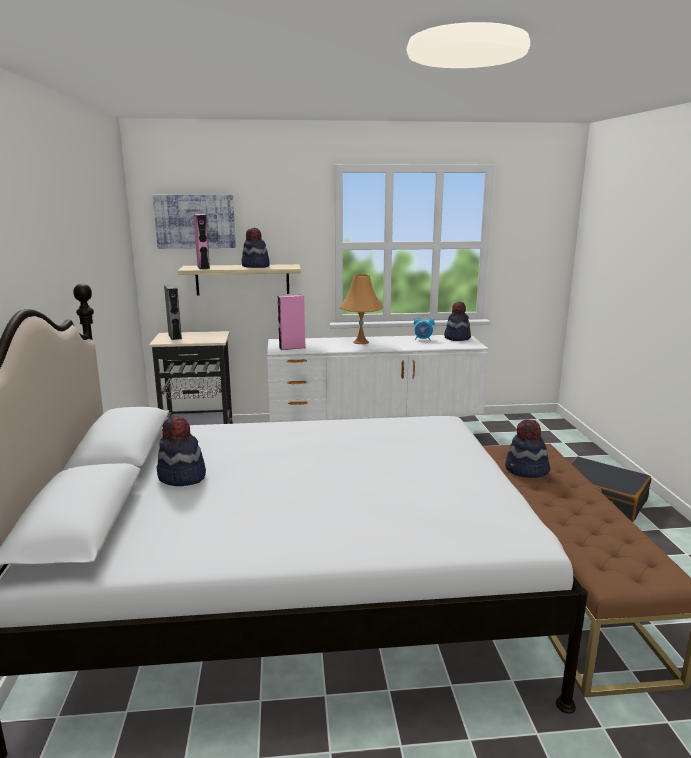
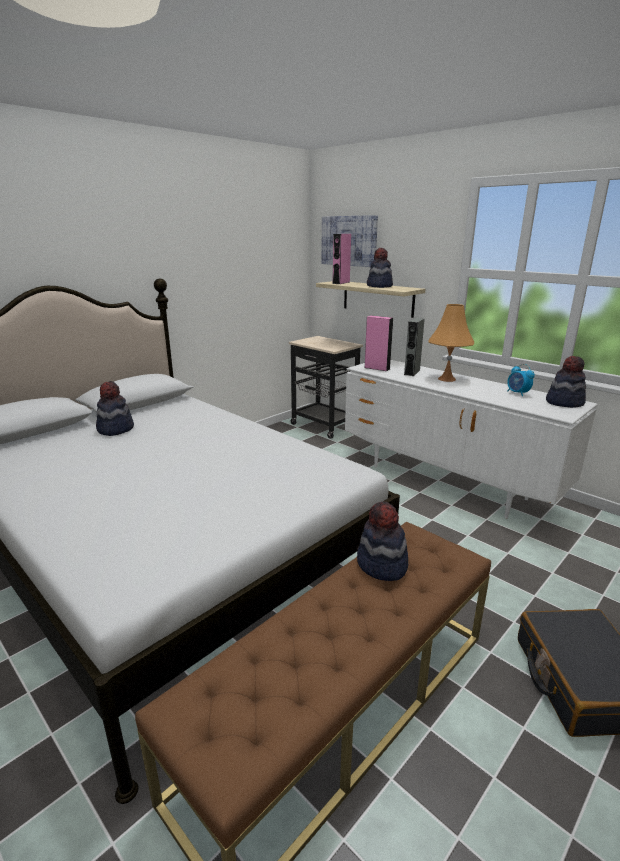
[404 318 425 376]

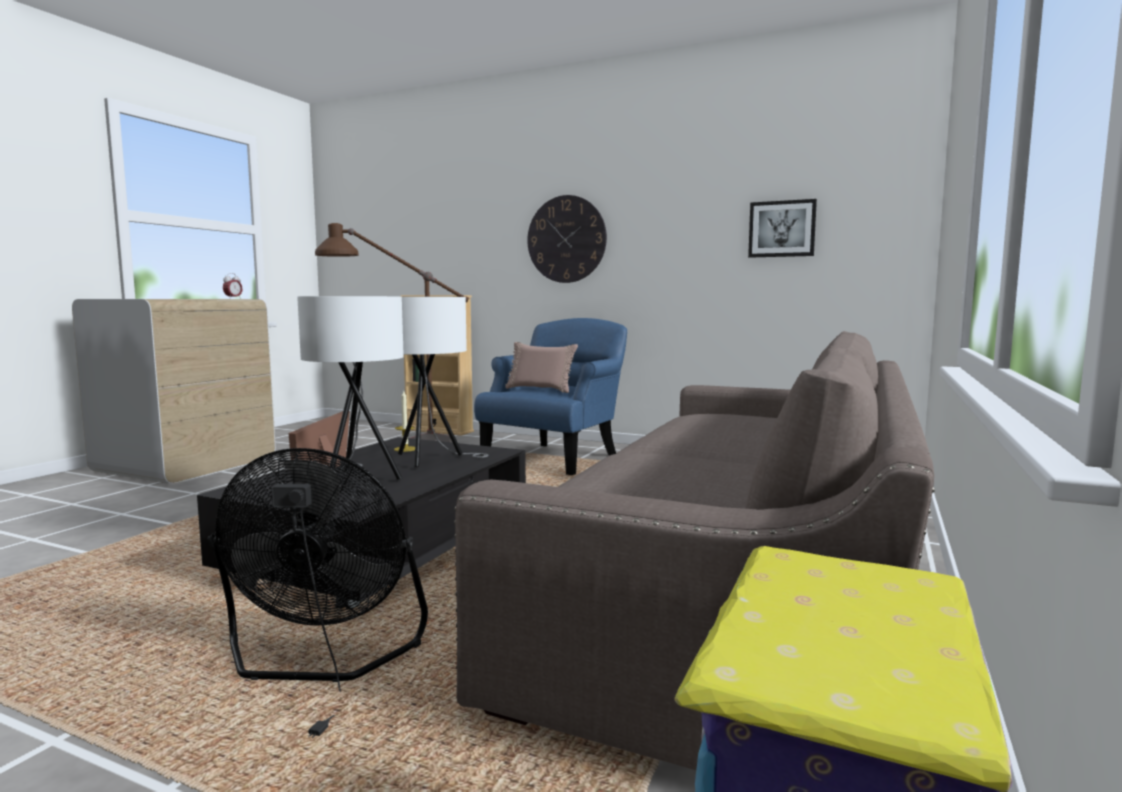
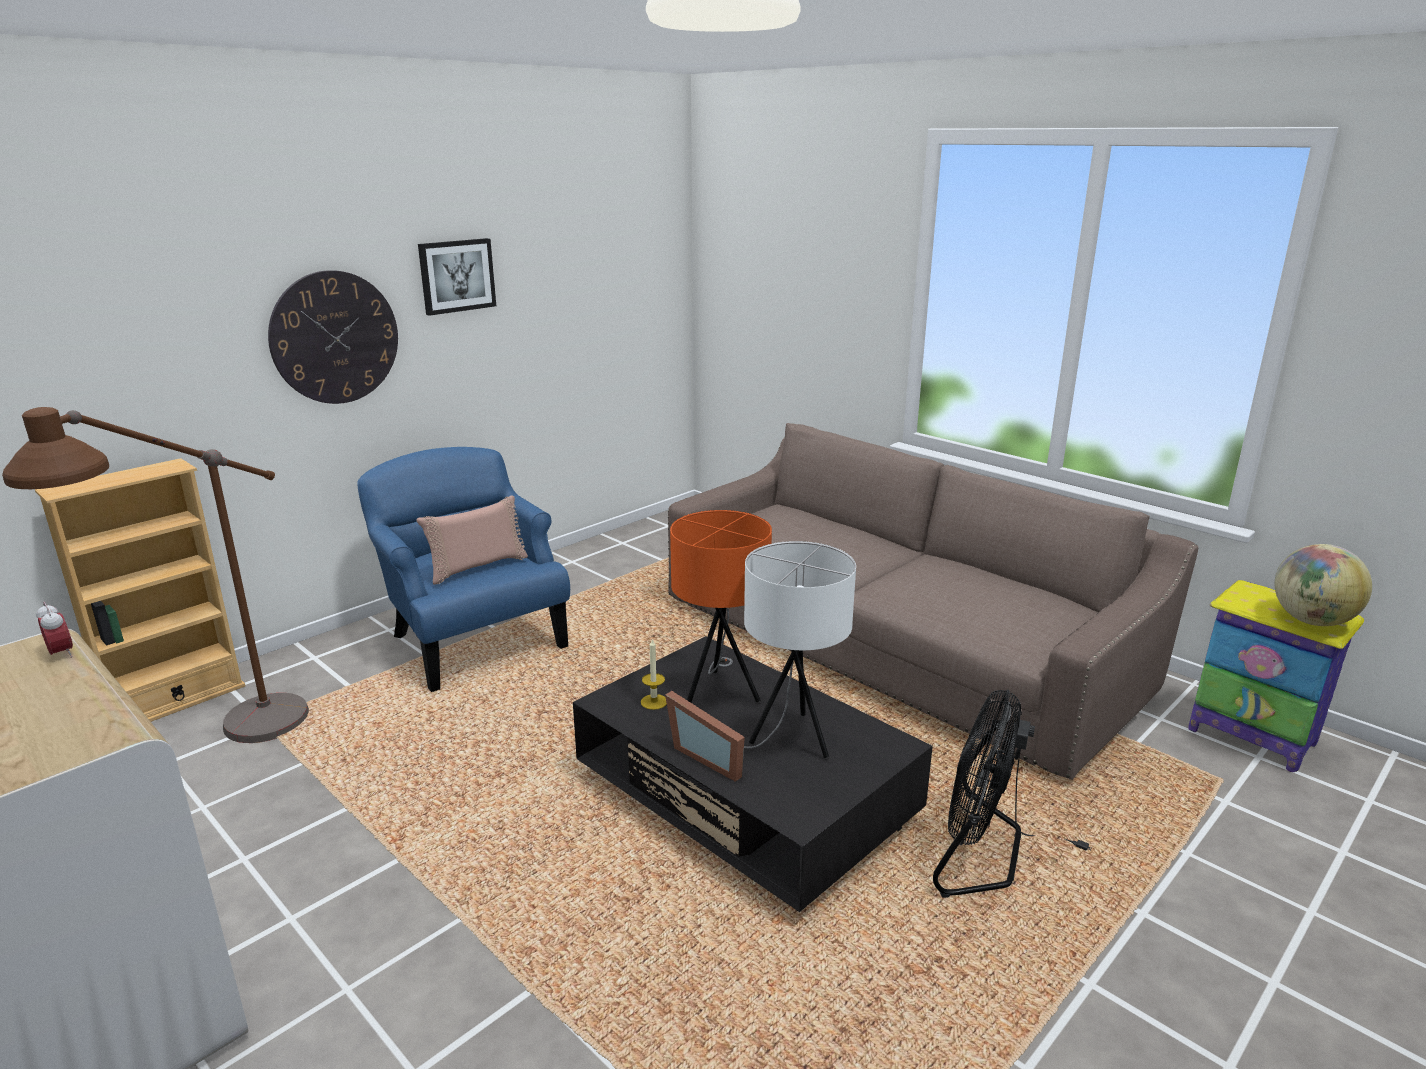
[1275 544 1372 626]
[418 238 496 316]
[670 510 772 703]

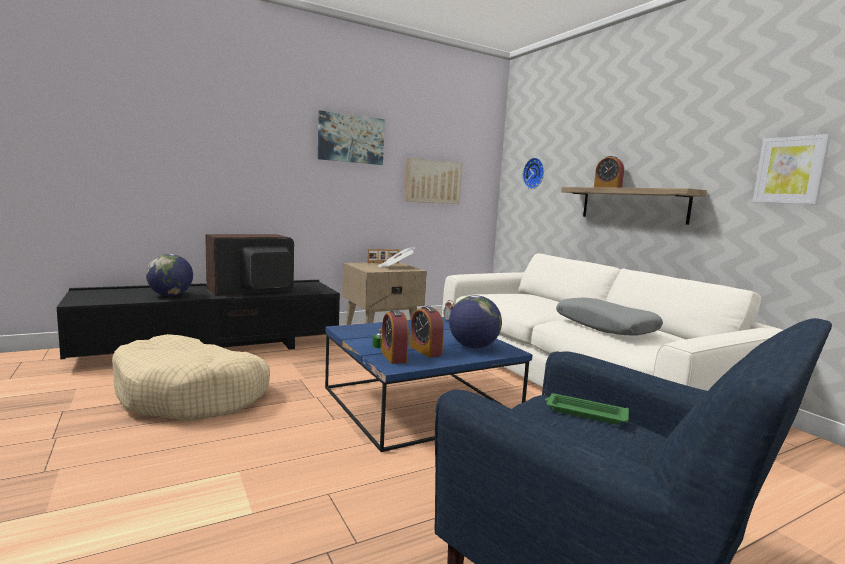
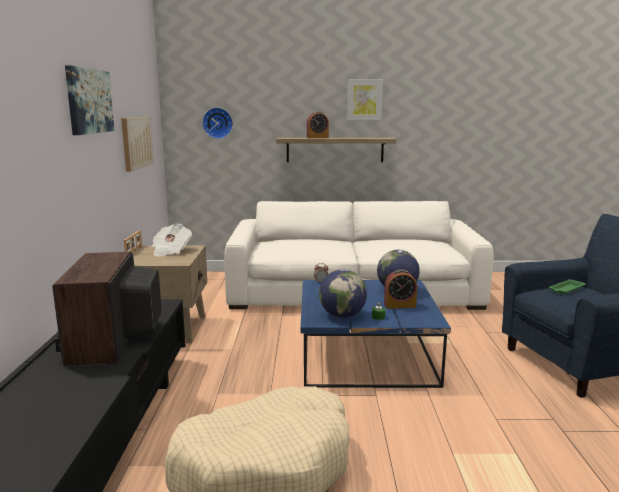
[381 310 409 364] (first image)
[556 297 663 336] (first image)
[319 270 367 318]
[347 80 383 121]

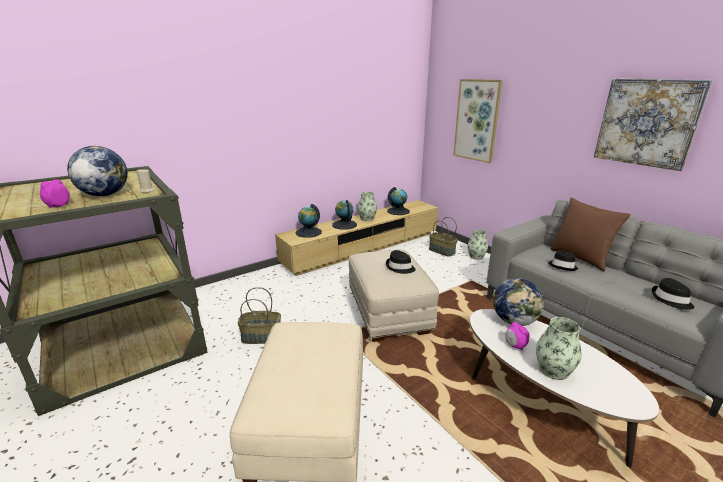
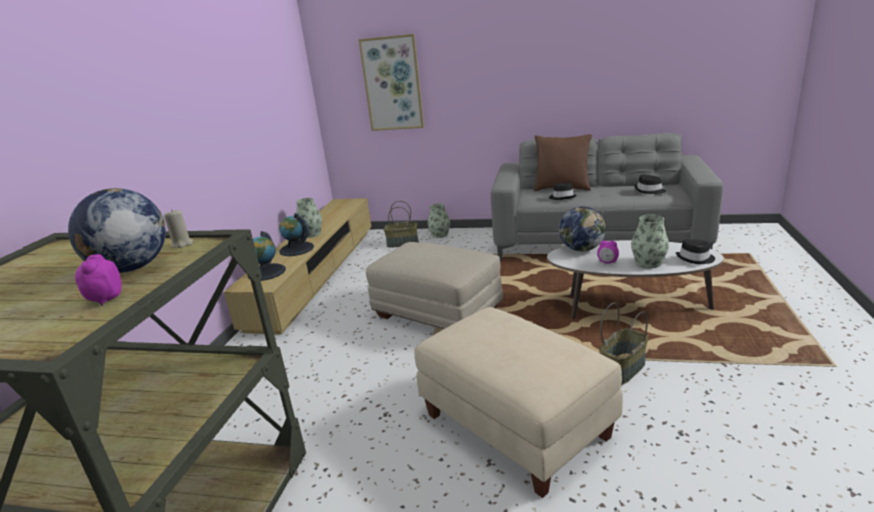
[387 187 410 215] (first image)
[594 79 712 171] (first image)
[599 303 648 385]
[676 239 715 264]

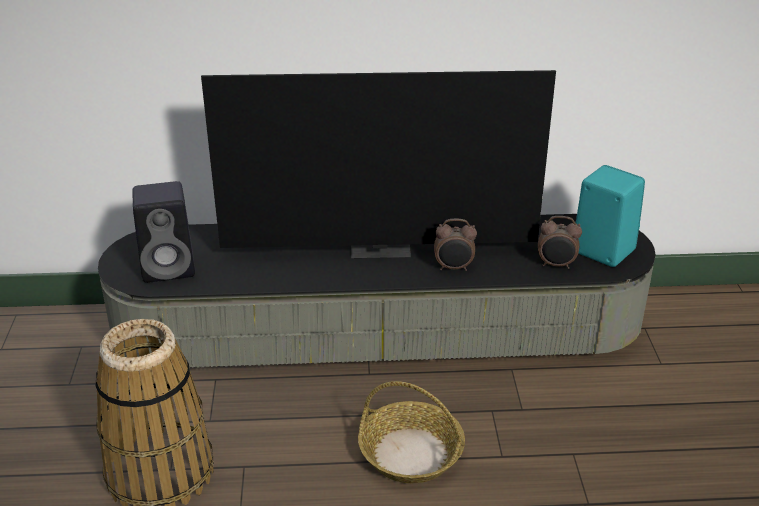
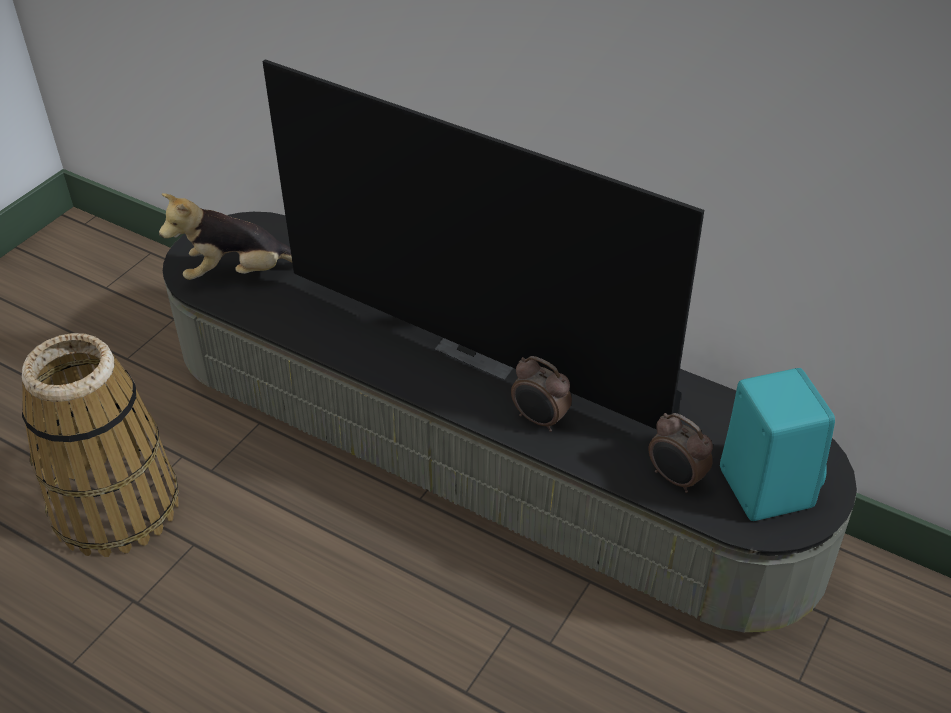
[358 381 465 483] (first image)
[159 193 292 280]

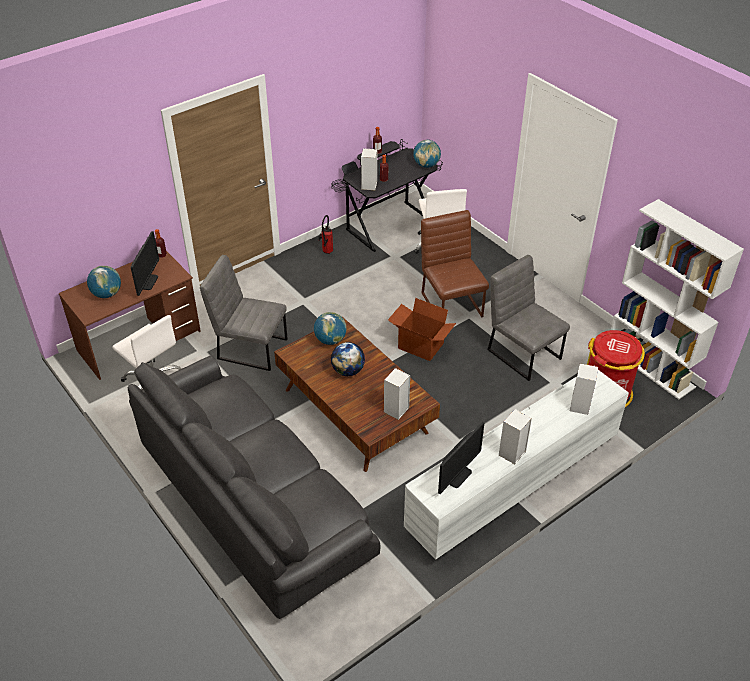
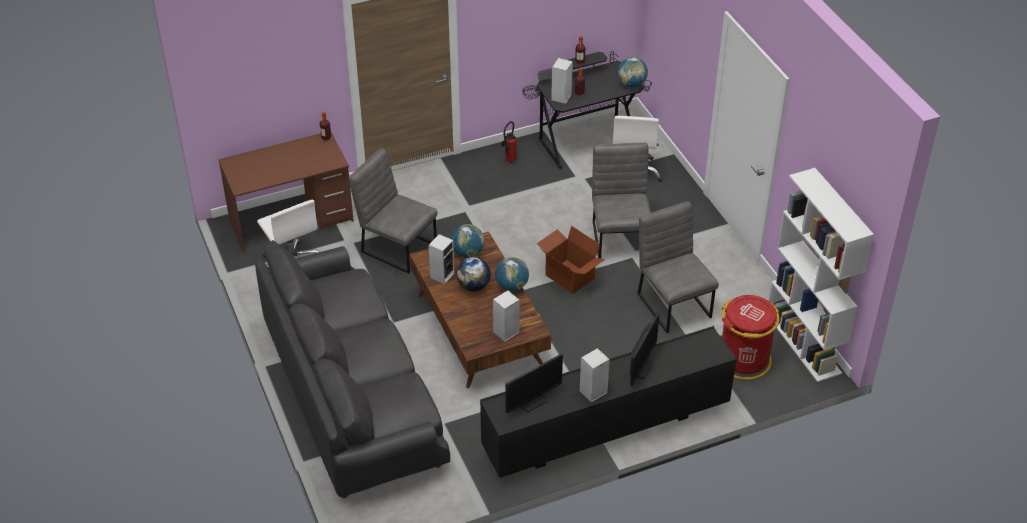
[495 257 529 291]
[629 313 660 386]
[429 234 455 284]
[480 326 736 478]
[592 143 651 259]

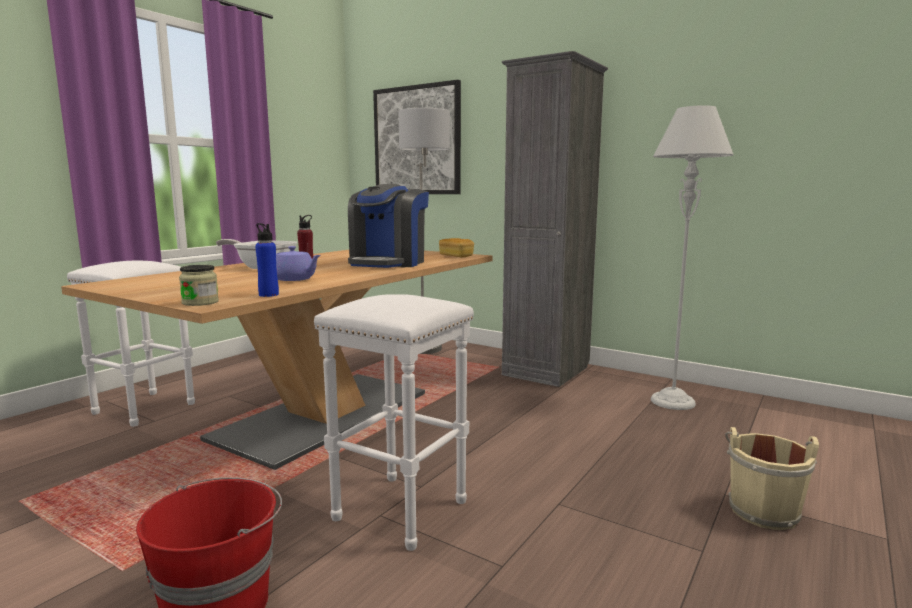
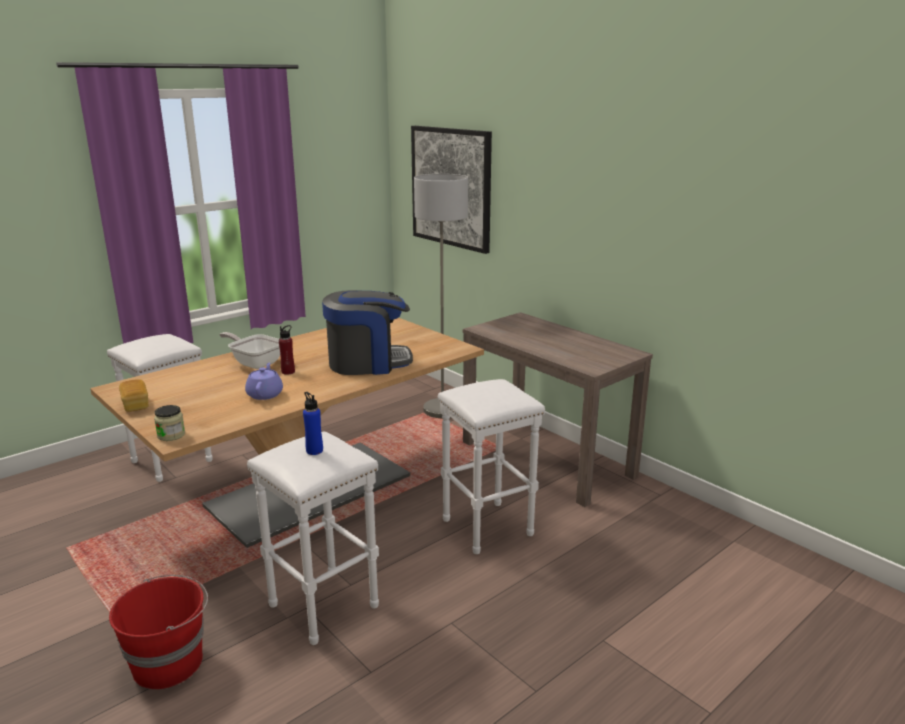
[651 105 734 410] (first image)
[725 427 819 530] (first image)
[438 379 545 554]
[303 392 323 455]
[119 379 148 412]
[463 312 653 507]
[245 362 283 400]
[322 290 413 375]

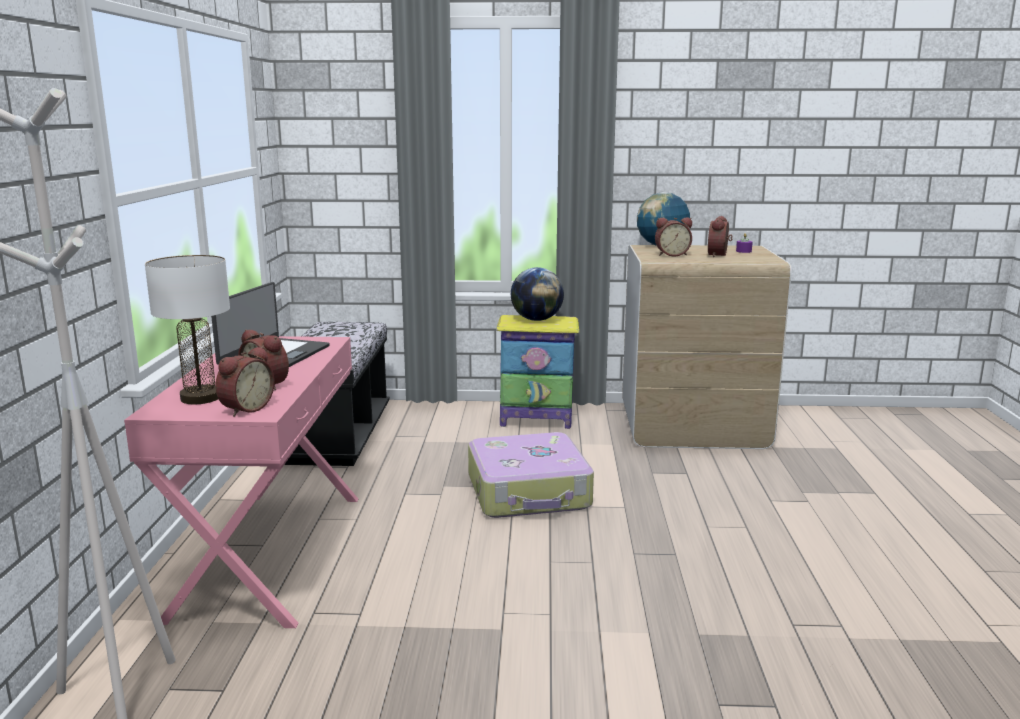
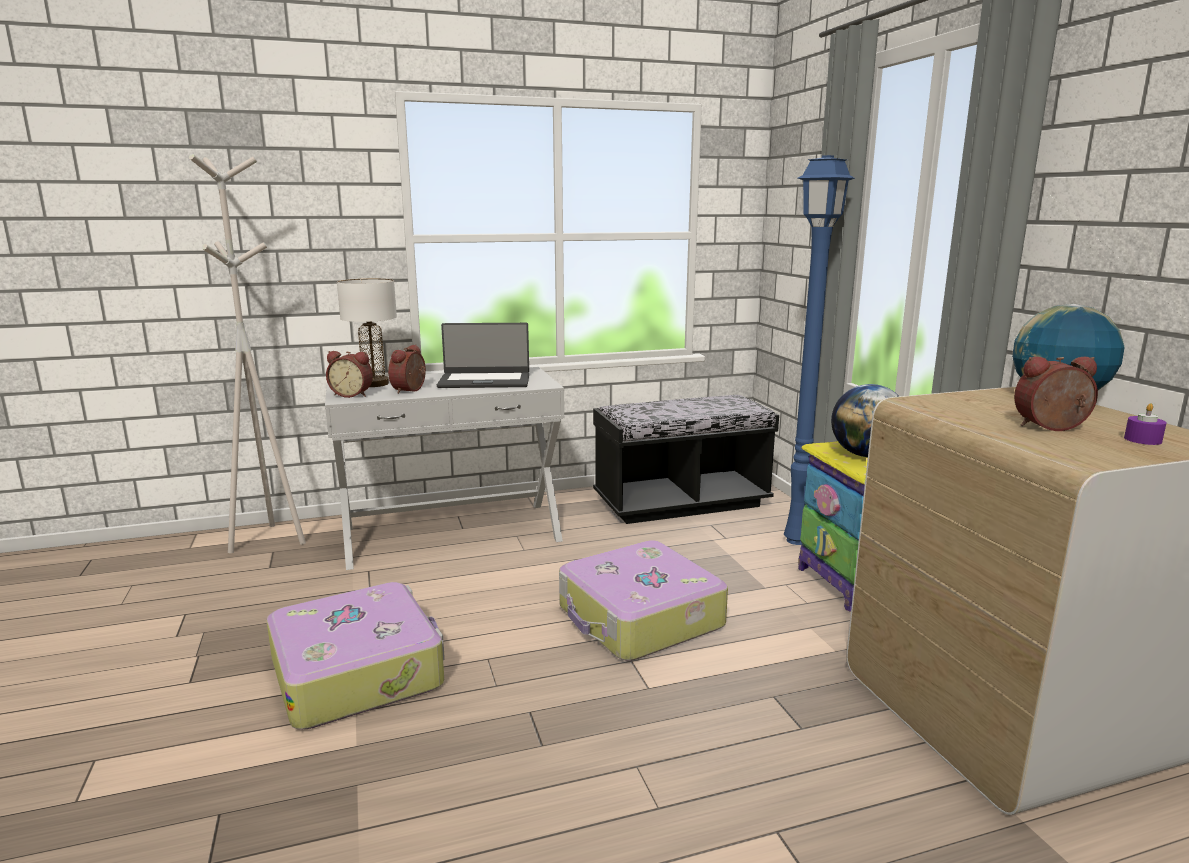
[655 217 692 256] (first image)
[266 582 445 729]
[784 155 855 545]
[325 367 564 570]

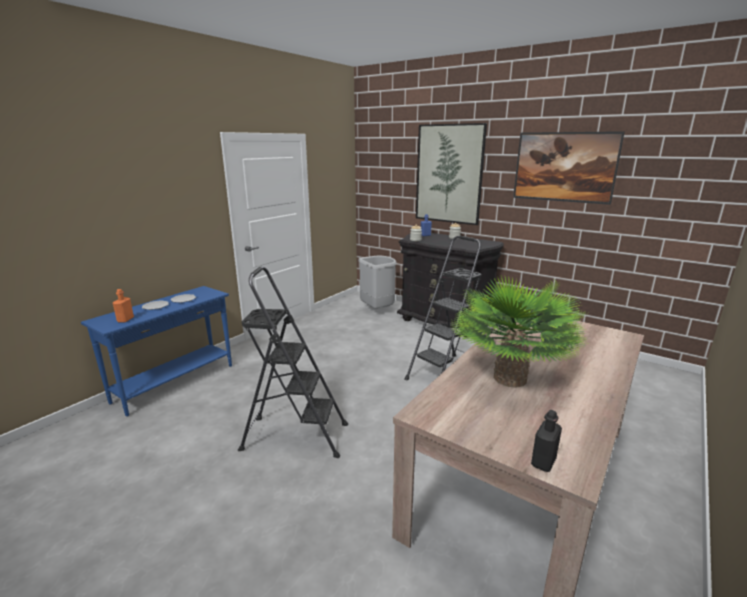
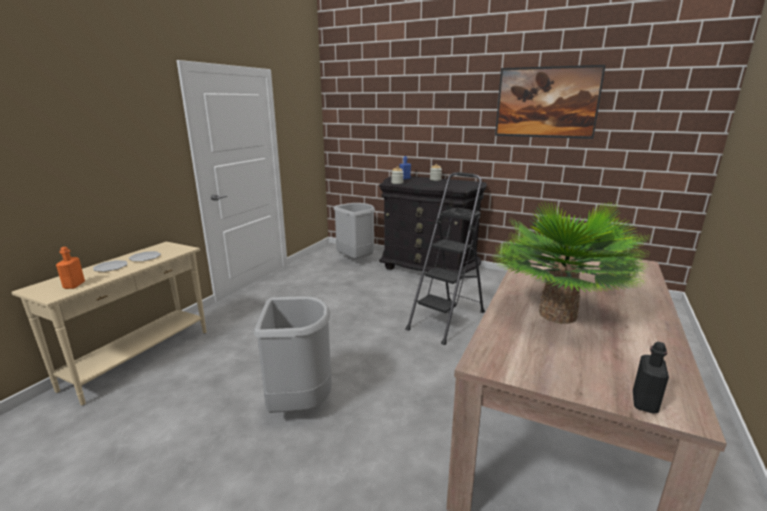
[416 123 487 225] (first image)
[254 296 332 413]
[11 242 206 406]

